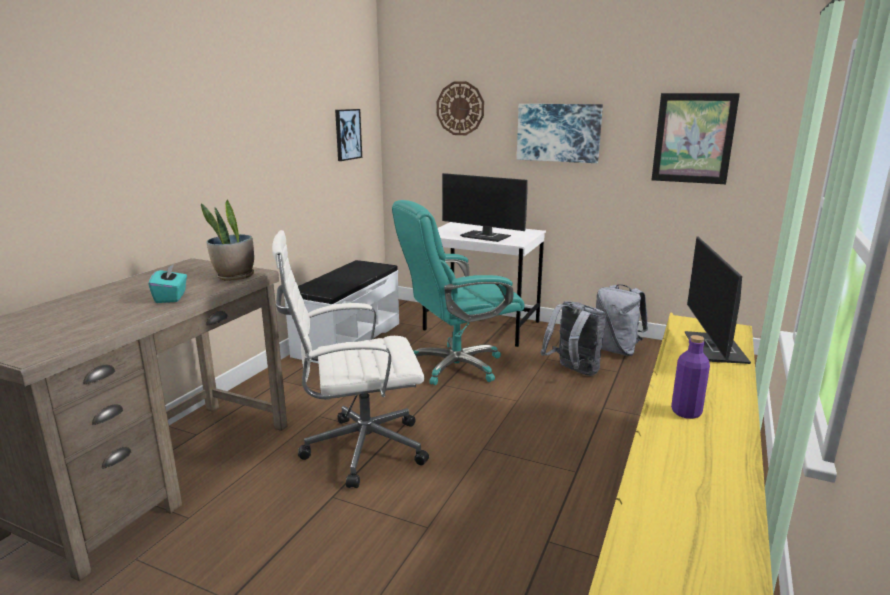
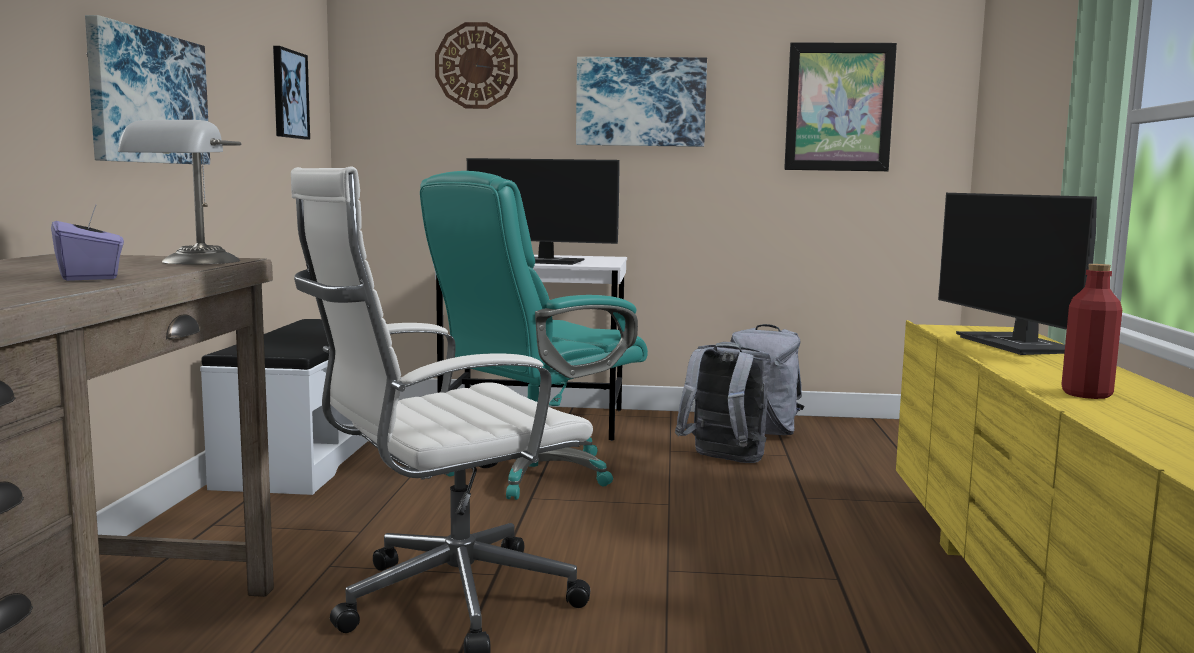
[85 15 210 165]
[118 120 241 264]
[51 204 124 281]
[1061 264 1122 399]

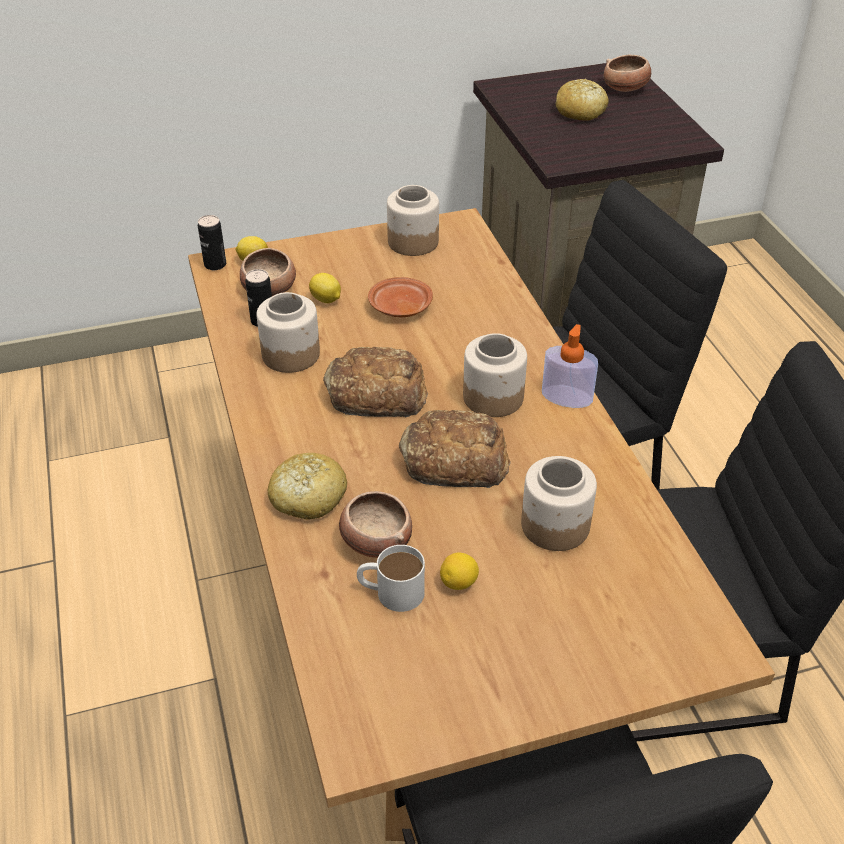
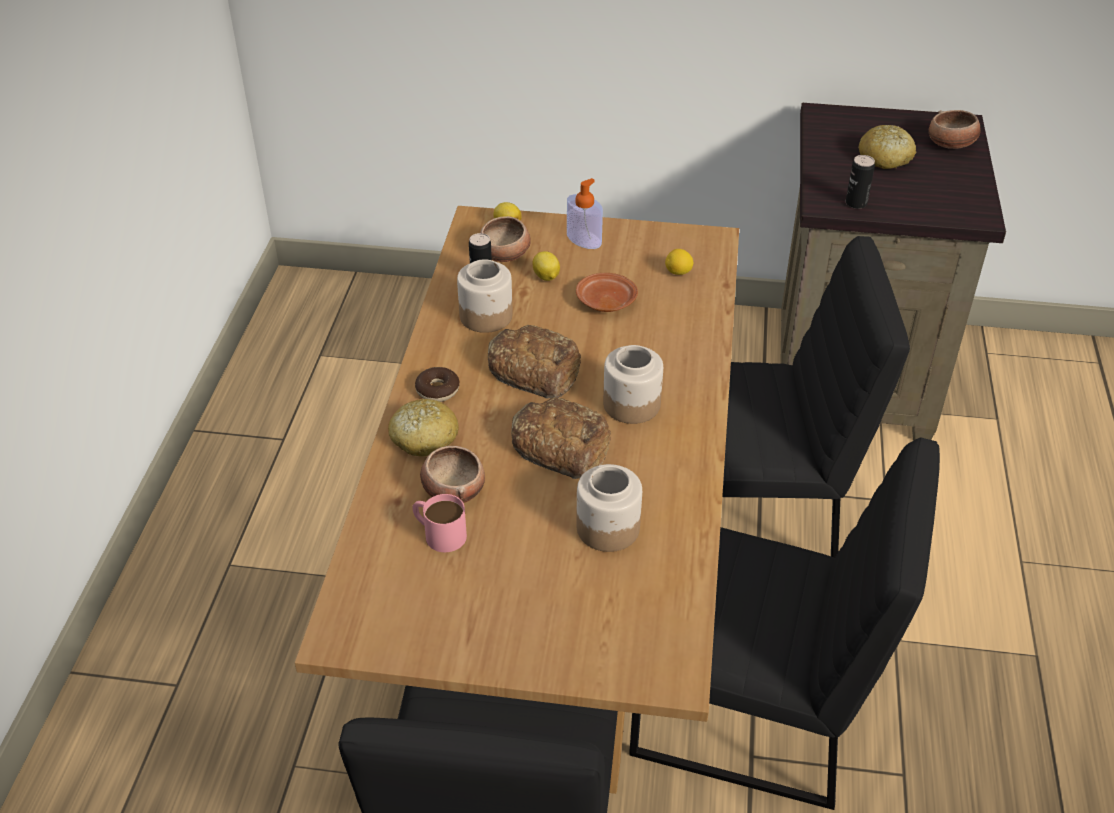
[387 185 439 256] (first image)
[415 367 460 402]
[846 155 875 209]
[665 249 694 275]
[567 178 603 249]
[412 494 467 552]

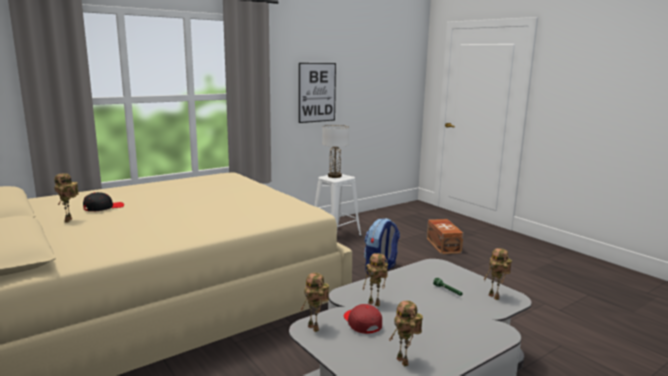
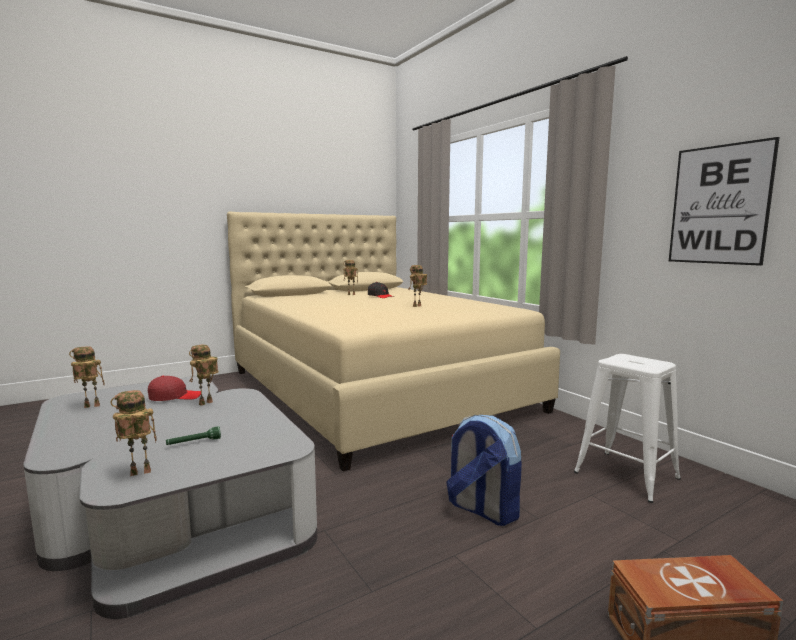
[322 125 349 178] (first image)
[408 265 427 307]

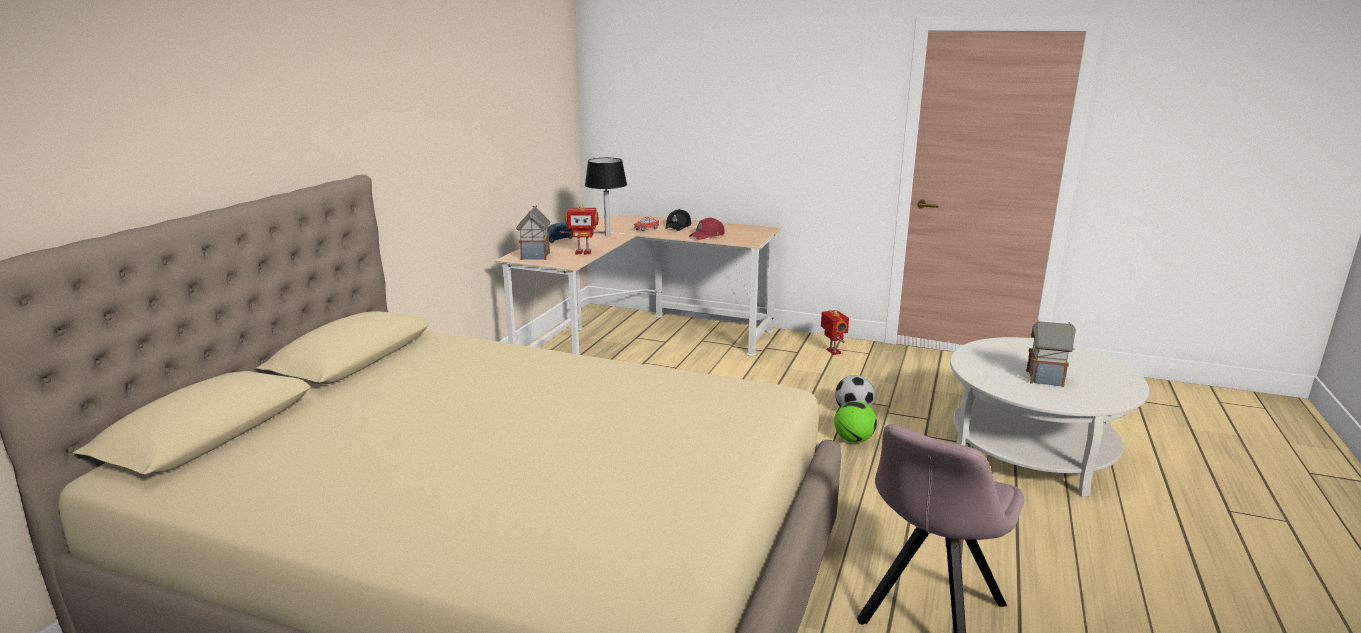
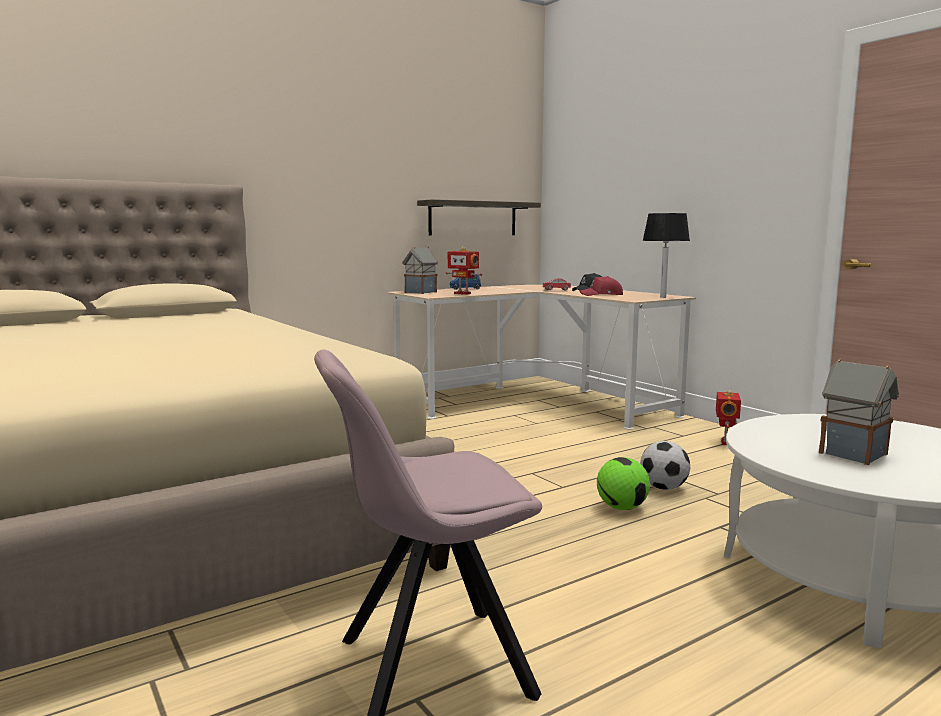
[417 199 541 236]
[642 213 690 298]

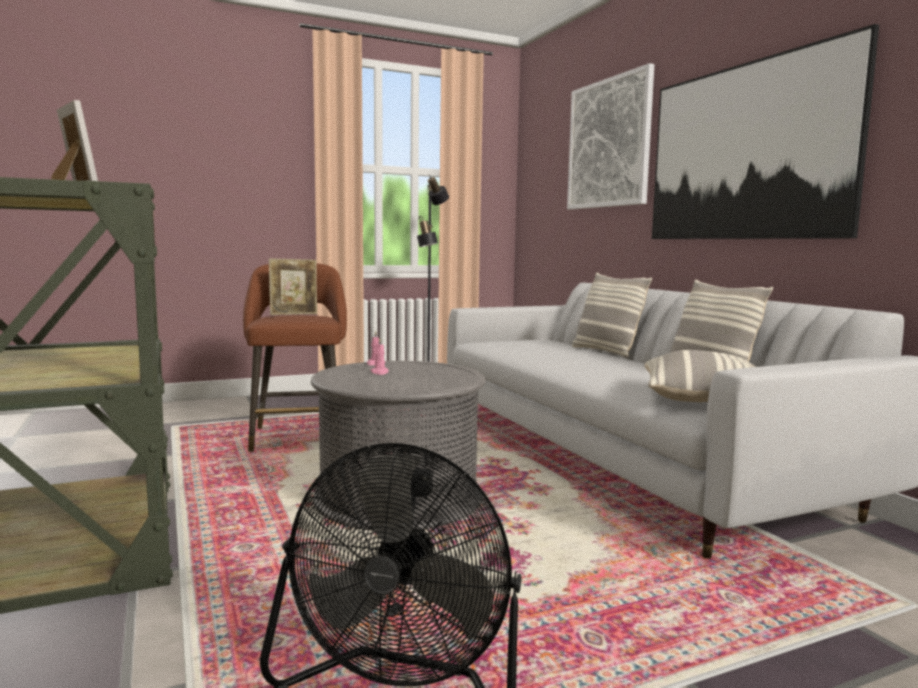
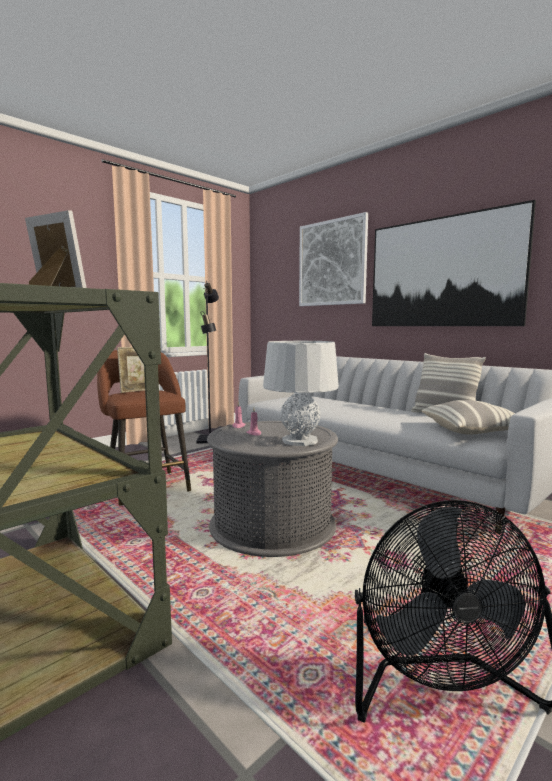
[572 273 652 357] (first image)
[263 341 339 446]

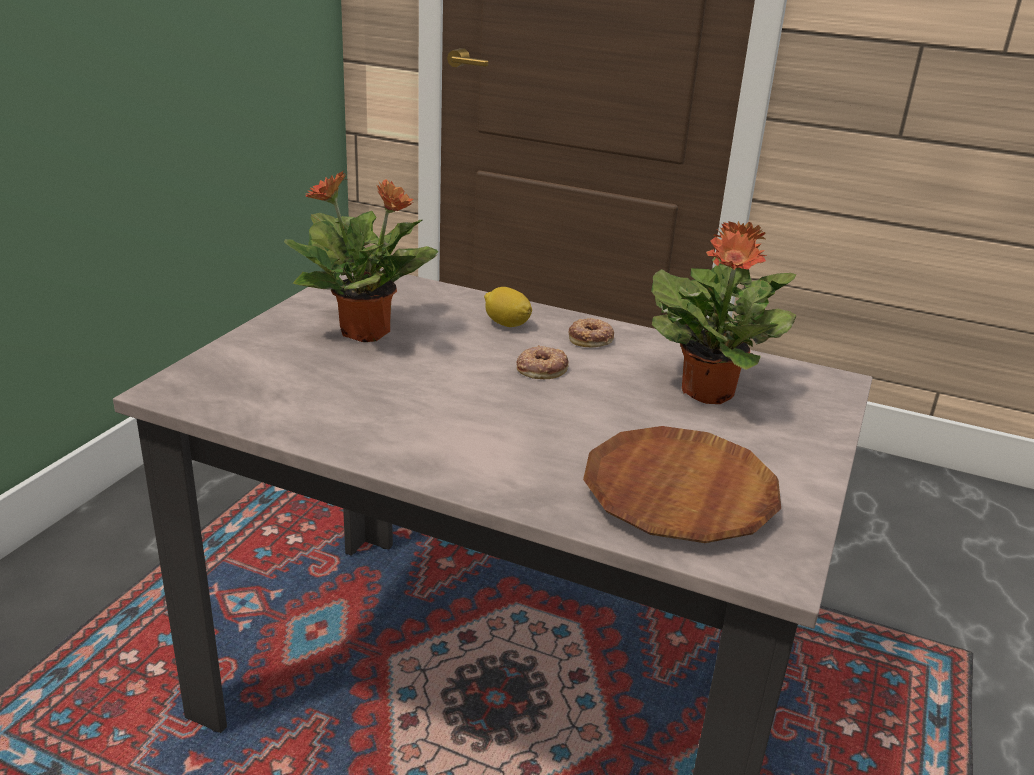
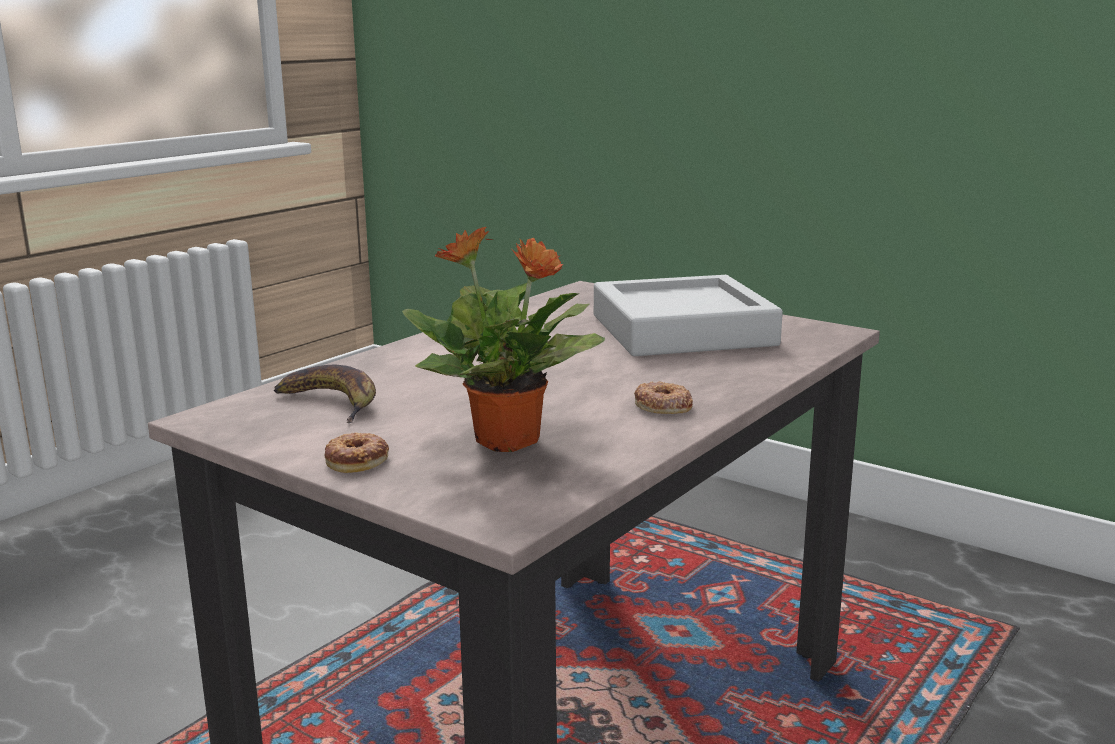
[484 287 532 327] (first image)
[325 432 389 473]
[594 275 783 356]
[274 364 376 423]

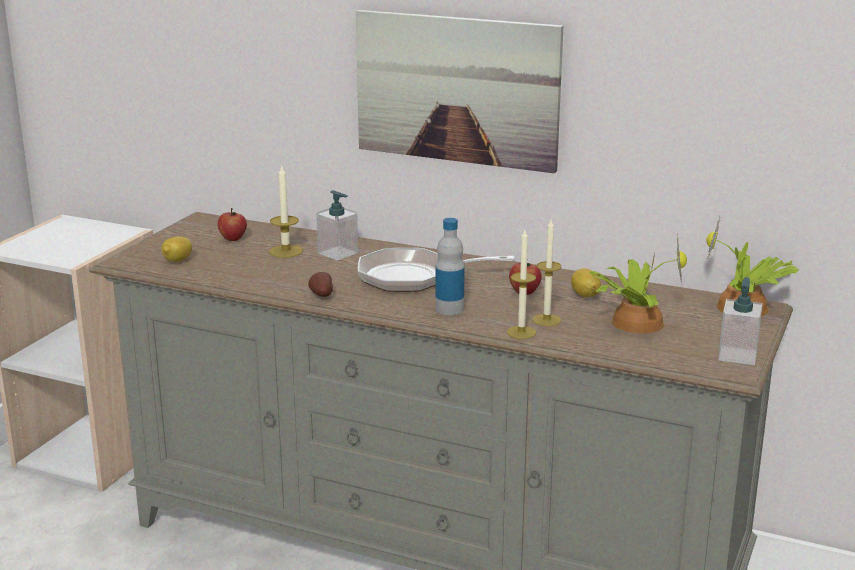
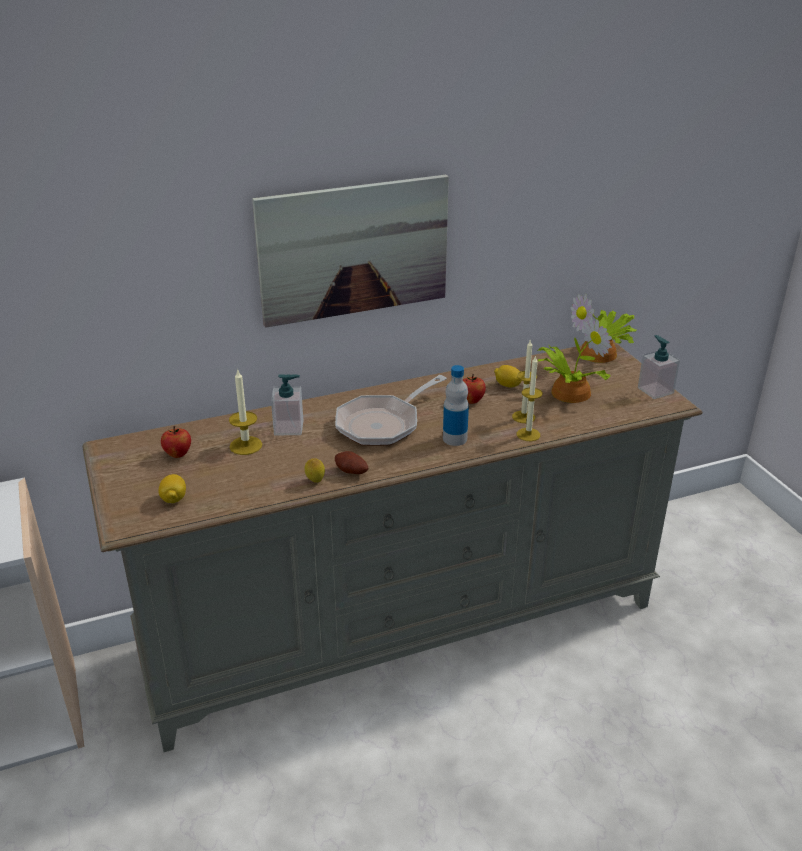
[305 458 325 483]

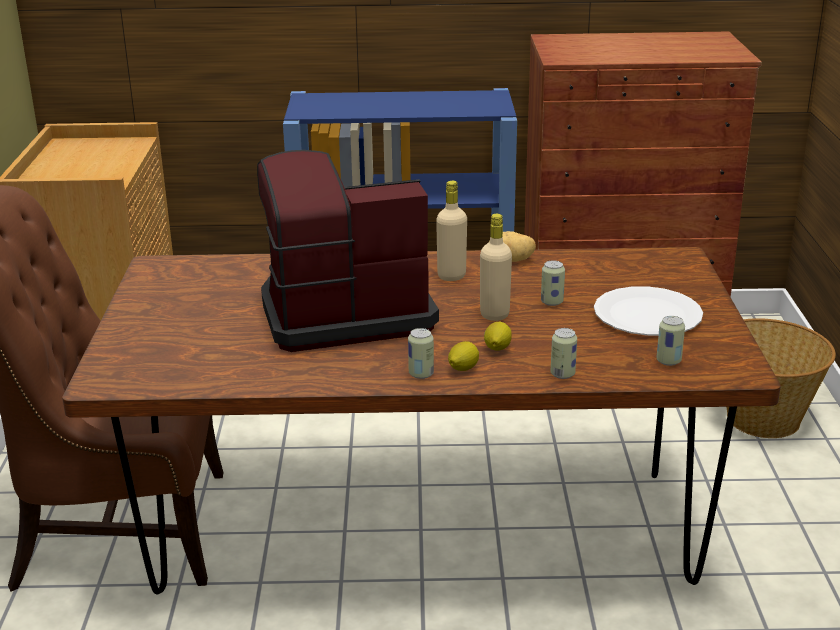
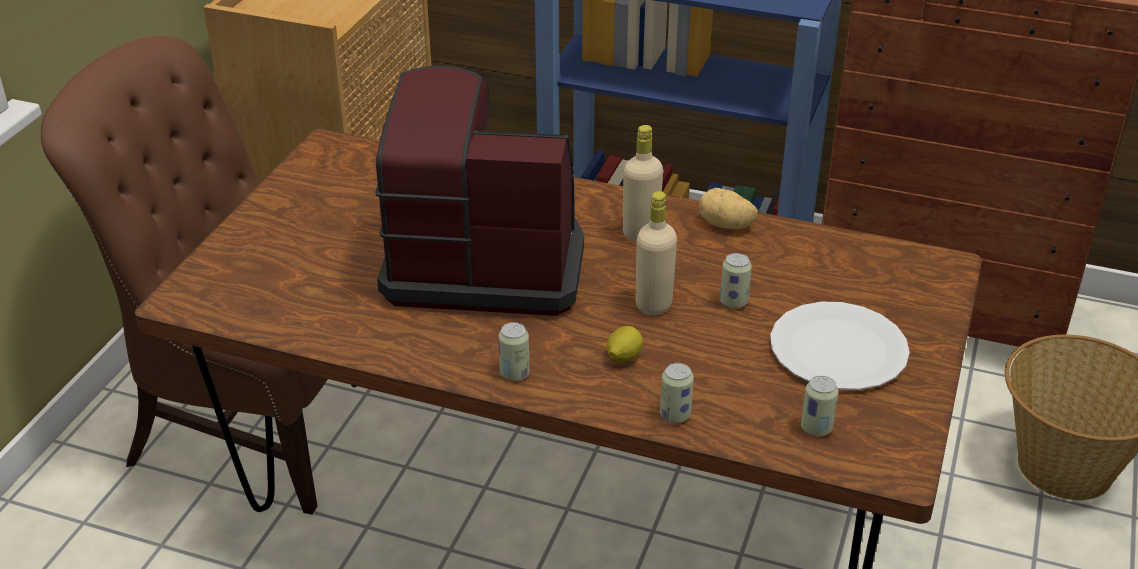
[448 341 479 371] (first image)

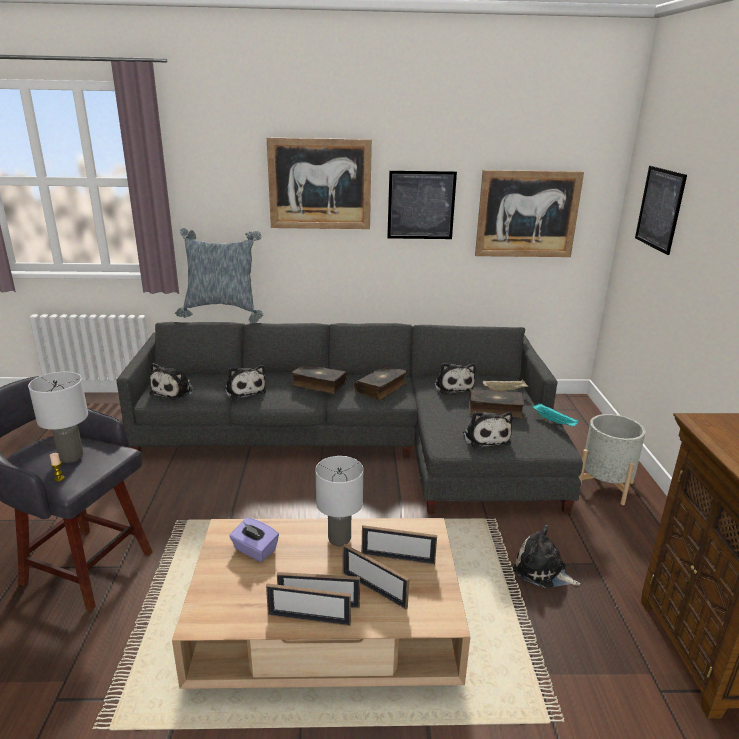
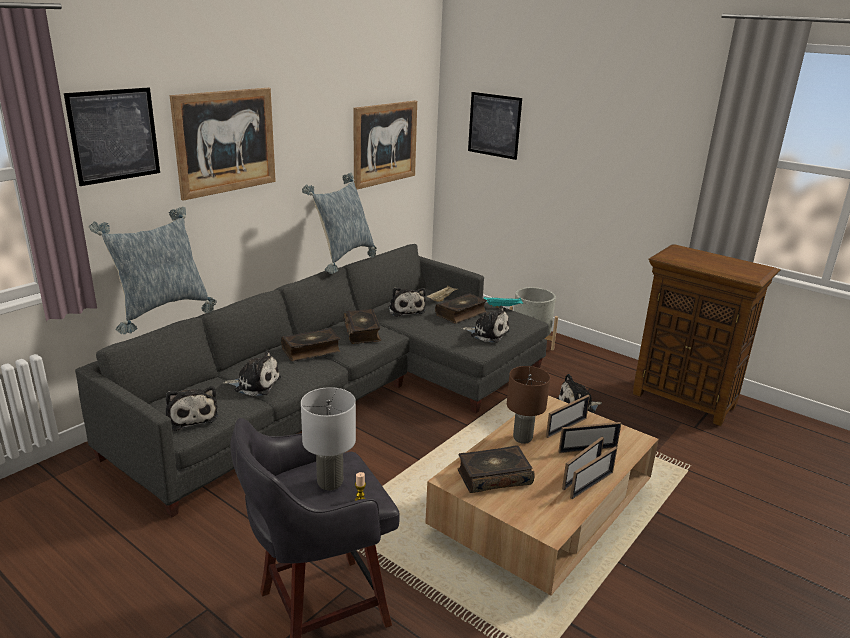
[302 173 377 274]
[64 87 160 186]
[457 445 535 493]
[507 366 550 444]
[388 287 426 317]

